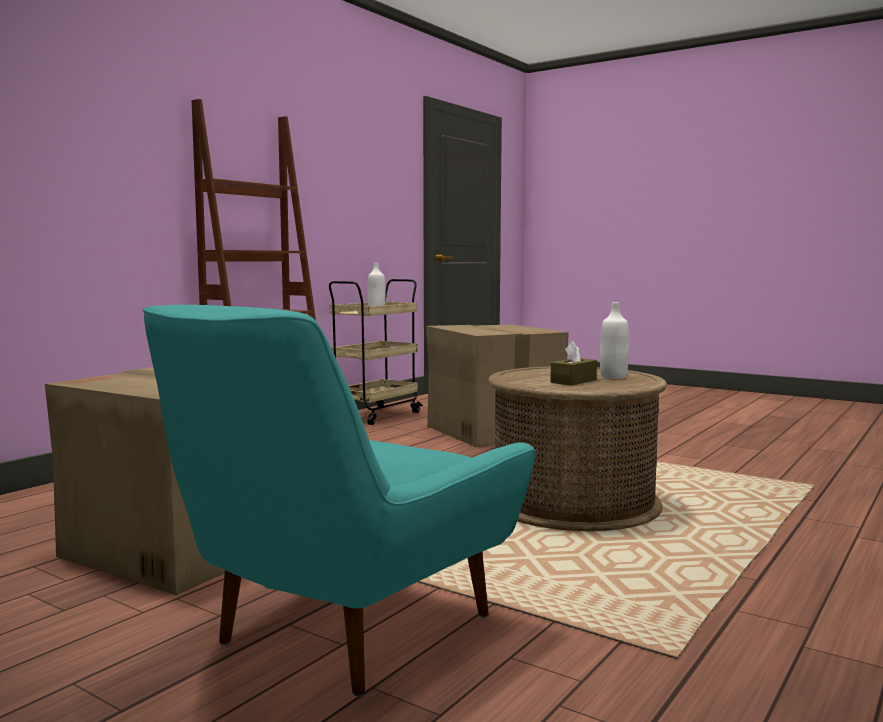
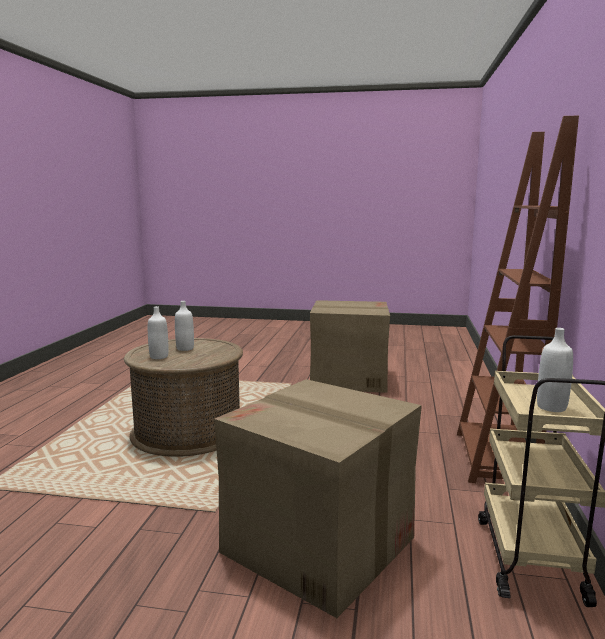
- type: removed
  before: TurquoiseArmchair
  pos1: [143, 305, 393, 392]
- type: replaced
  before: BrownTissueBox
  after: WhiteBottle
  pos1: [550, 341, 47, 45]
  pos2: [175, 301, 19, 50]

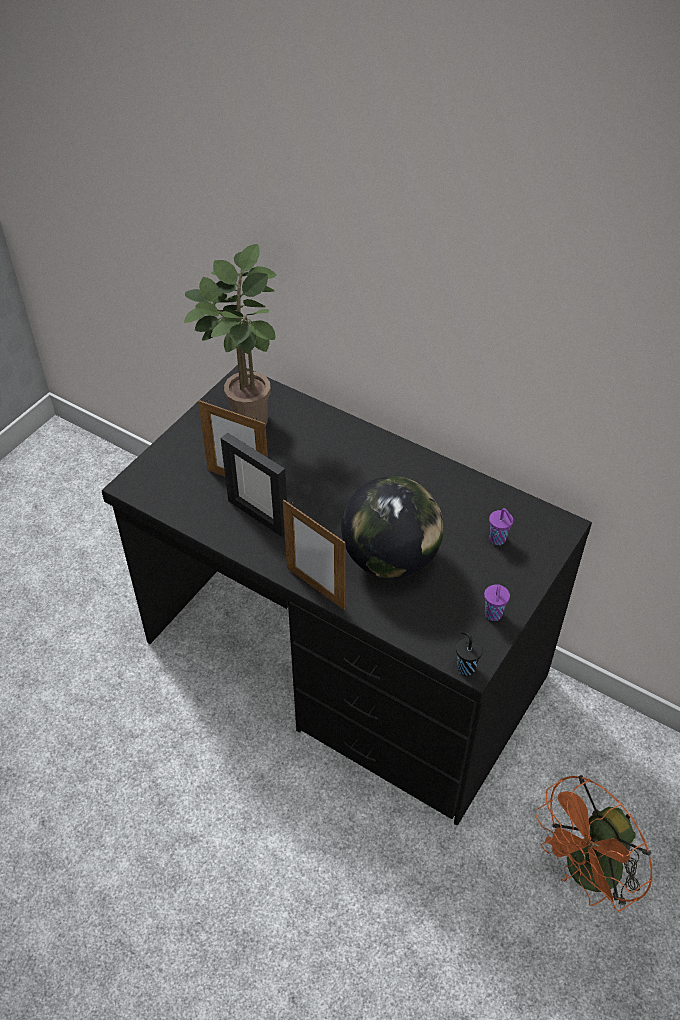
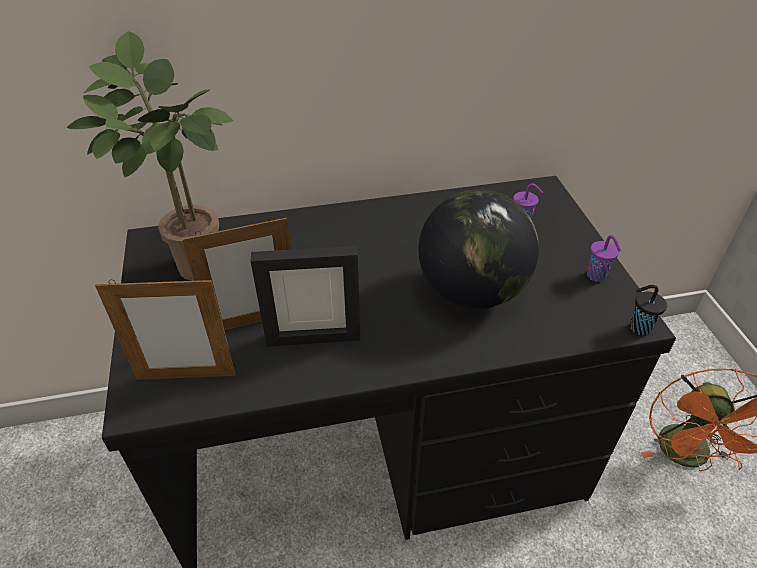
- type: moved
  before: PictureFrame
  pos1: [283, 499, 62, 111]
  pos2: [95, 277, 141, 103]

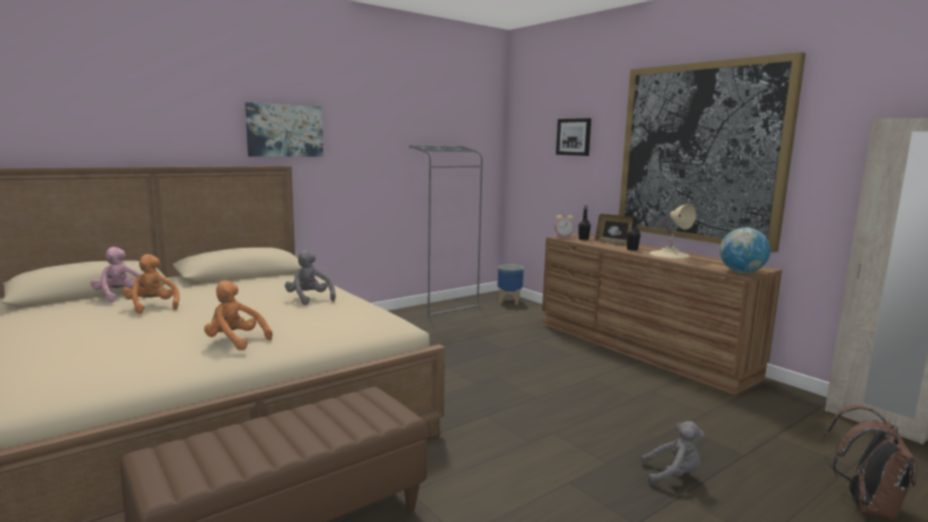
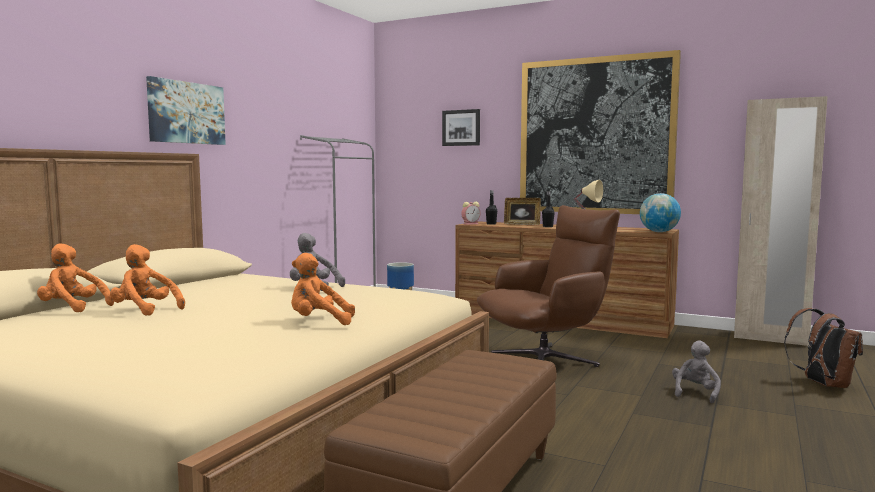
- type: recoloured
  before: PinkPlushToy
  after: OrangePlushToy
  pos1: [91, 247, 55, 55]
  pos2: [37, 243, 77, 69]
- type: turned
  before: GreyPlushToy
  pos1: [641, 421, 63, 64]
  pos2: [672, 340, 49, 63]
  turn: -45
- type: added
  after: BrownArmchair
  pos2: [477, 205, 143, 162]

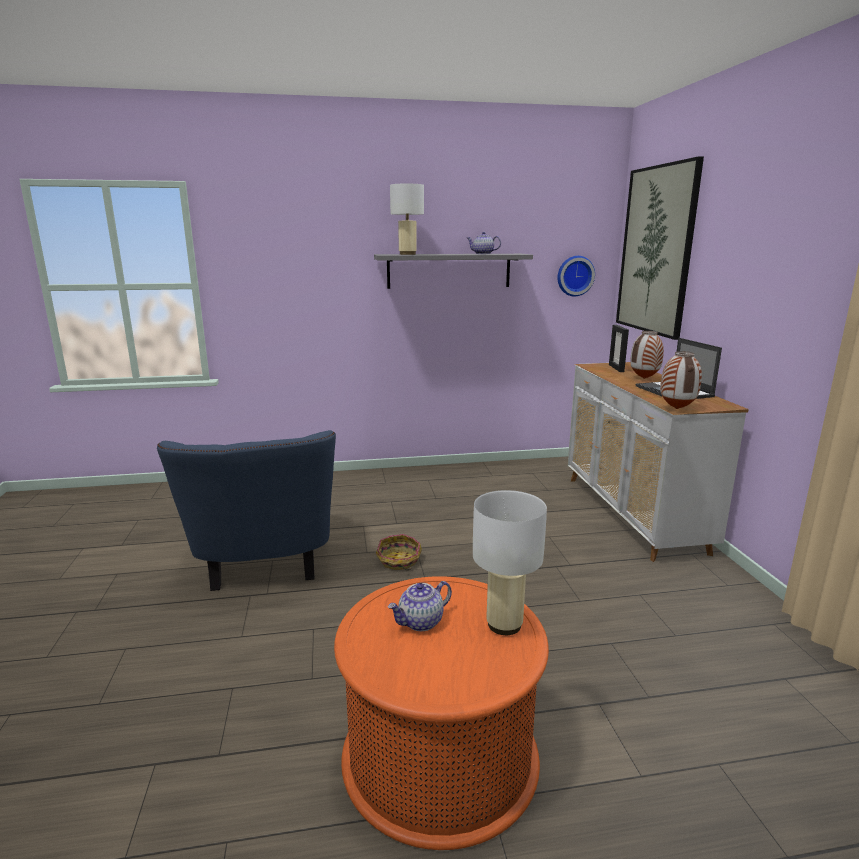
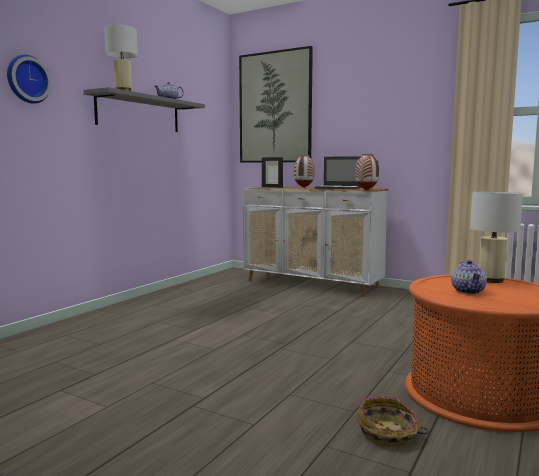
- type: removed
  before: BlueArmchair
  pos1: [157, 430, 179, 161]
- type: moved
  before: Basket
  pos1: [375, 534, 47, 36]
  pos2: [357, 396, 72, 51]
- type: moved
  before: WallClock
  pos1: [558, 256, 37, 40]
  pos2: [7, 55, 44, 49]

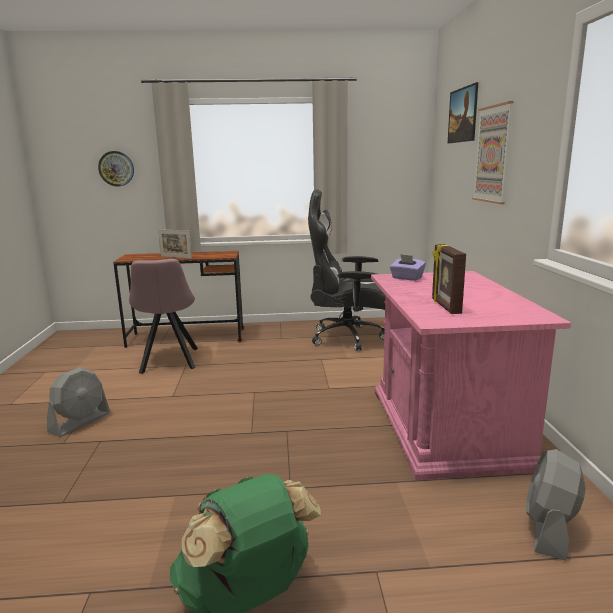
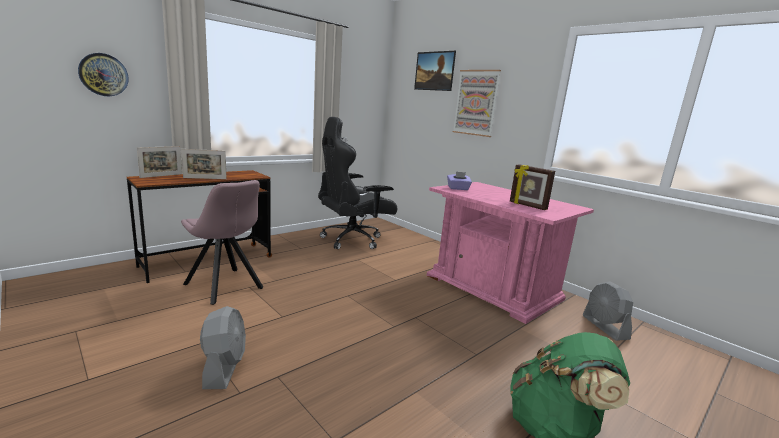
- type: added
  after: PictureFrame
  pos2: [137, 146, 45, 32]

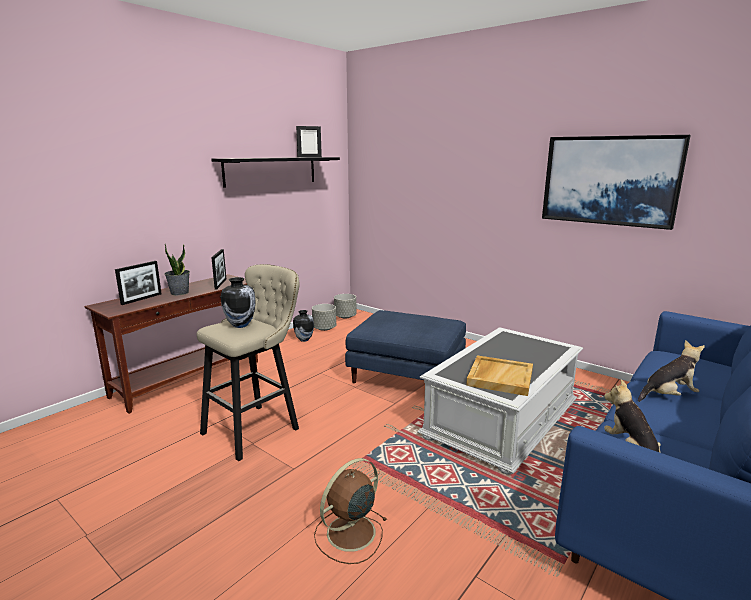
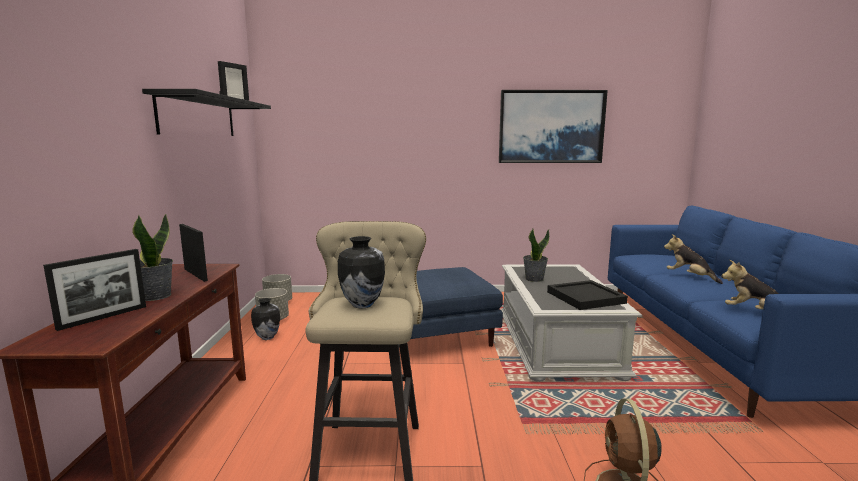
- type: turned
  before: PictureFrame
  pos1: [115, 261, 47, 44]
  pos2: [43, 249, 103, 82]
  turn: 45
- type: recoloured
  before: BeigeTray
  after: BlackTray
  pos1: [466, 355, 67, 41]
  pos2: [547, 280, 81, 30]
- type: turned
  before: PlushToy
  pos1: [638, 340, 67, 62]
  pos2: [664, 234, 59, 50]
  turn: -75
- type: added
  after: PottedPlant
  pos2: [523, 229, 26, 53]

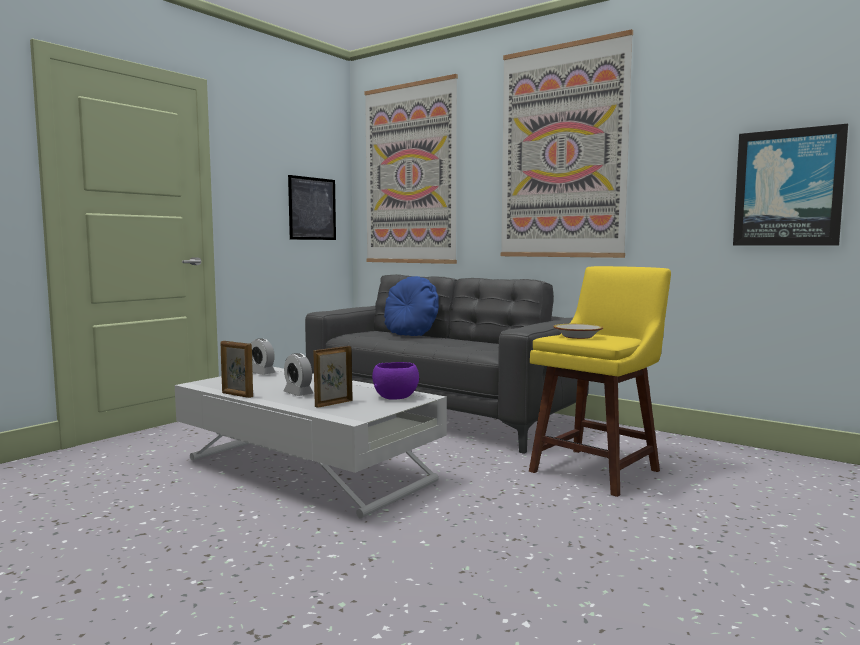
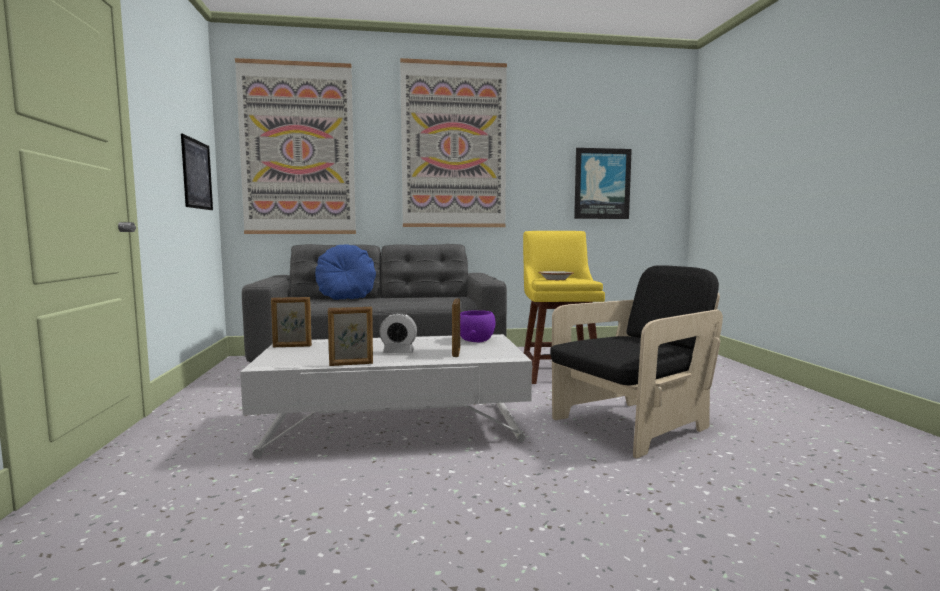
- type: replaced
  before: AlarmClock
  after: PictureFrame
  pos1: [250, 338, 25, 37]
  pos2: [271, 297, 41, 50]
- type: added
  after: BlackArmchair
  pos2: [550, 265, 173, 194]

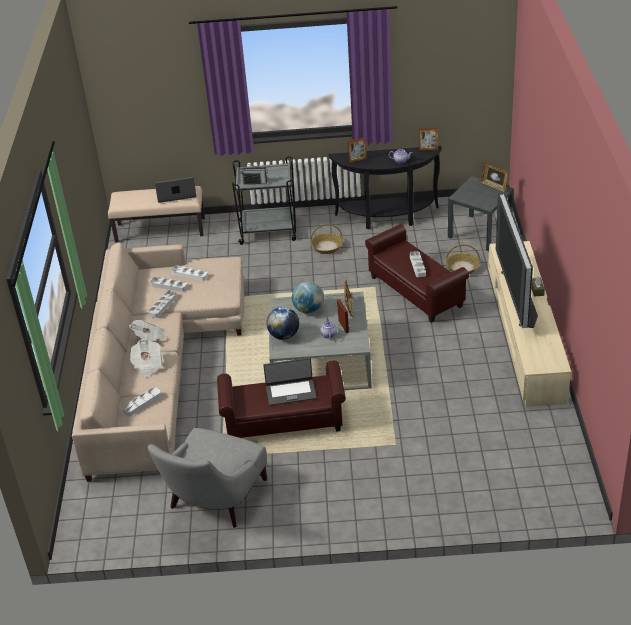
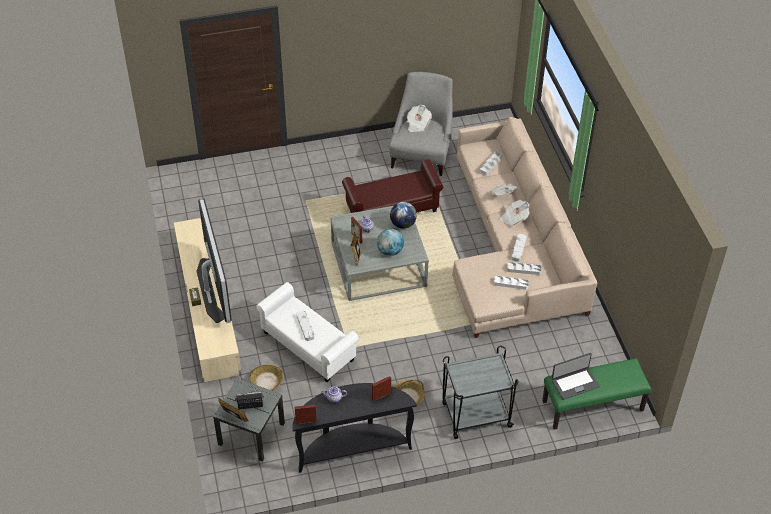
- type: recoloured
  before: BeigeBench
  after: GreenBench
  pos1: [108, 186, 97, 57]
  pos2: [542, 359, 109, 71]
- type: moved
  before: Radio
  pos1: [240, 163, 28, 22]
  pos2: [235, 389, 29, 20]
- type: removed
  before: Laptop
  pos1: [263, 358, 53, 48]
- type: recoloured
  before: BrownOttoman
  after: WhiteOttoman
  pos1: [365, 224, 104, 99]
  pos2: [256, 282, 103, 100]
- type: added
  after: Newspaper
  pos2: [407, 105, 25, 27]

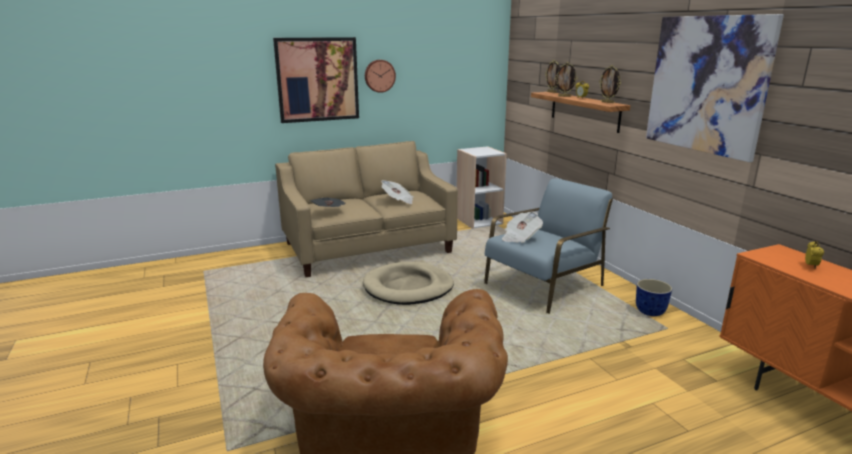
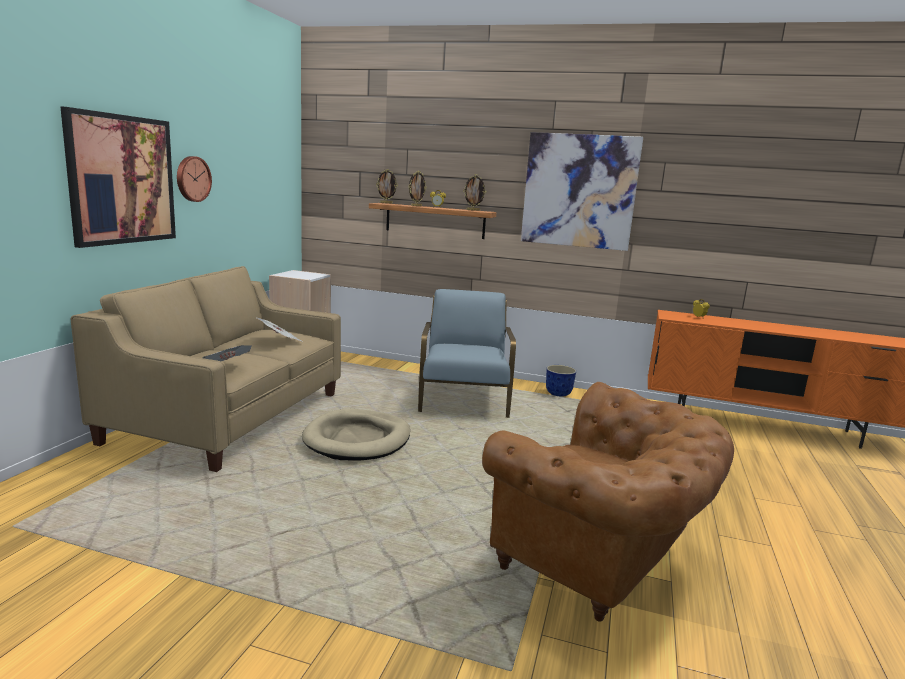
- type: removed
  before: Newspaper
  pos1: [502, 212, 41, 31]

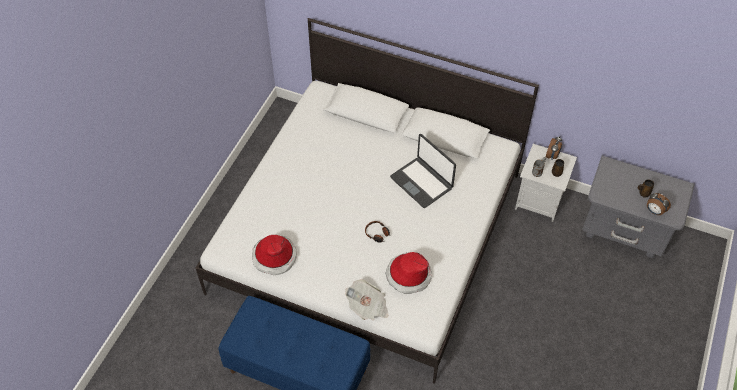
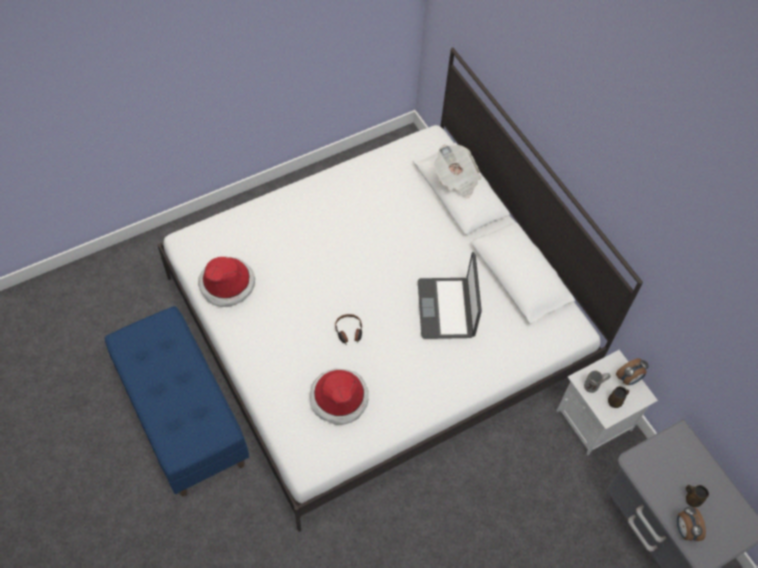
- type: moved
  before: Newspaper
  pos1: [345, 279, 44, 41]
  pos2: [434, 145, 48, 53]

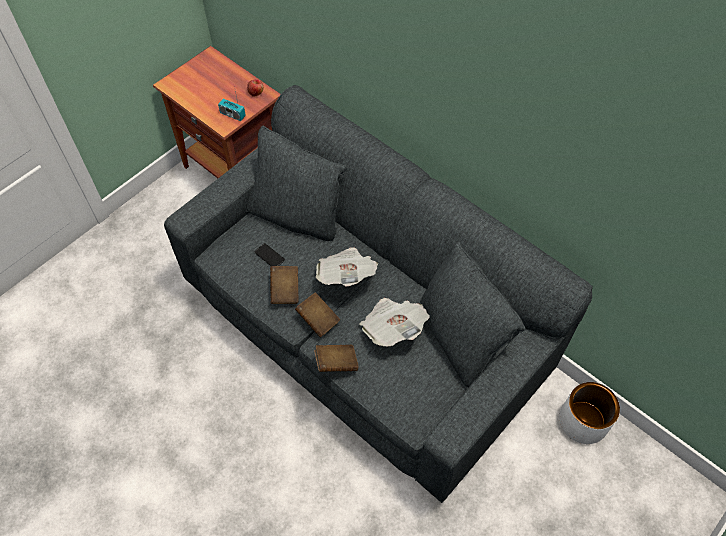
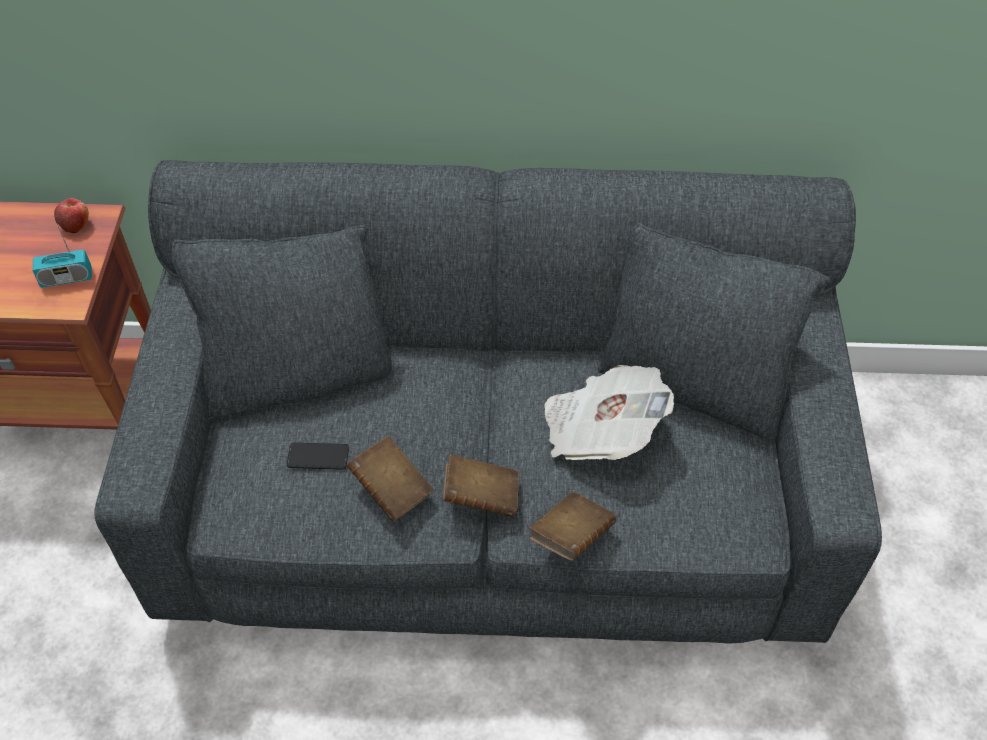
- type: removed
  before: Newspaper
  pos1: [316, 247, 62, 40]
- type: removed
  before: WhitePlanter
  pos1: [559, 382, 61, 62]

